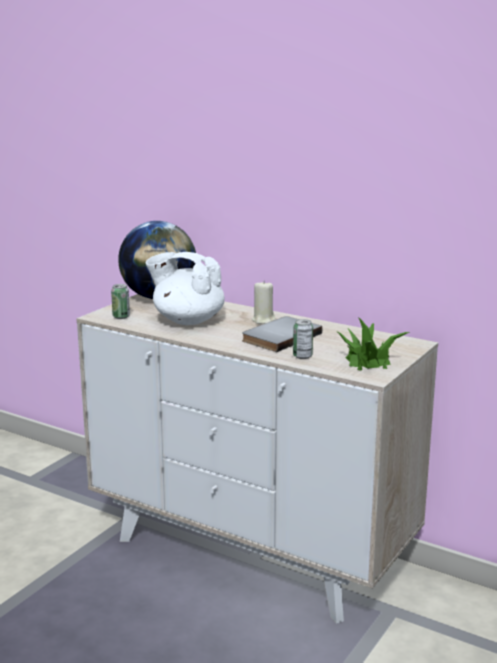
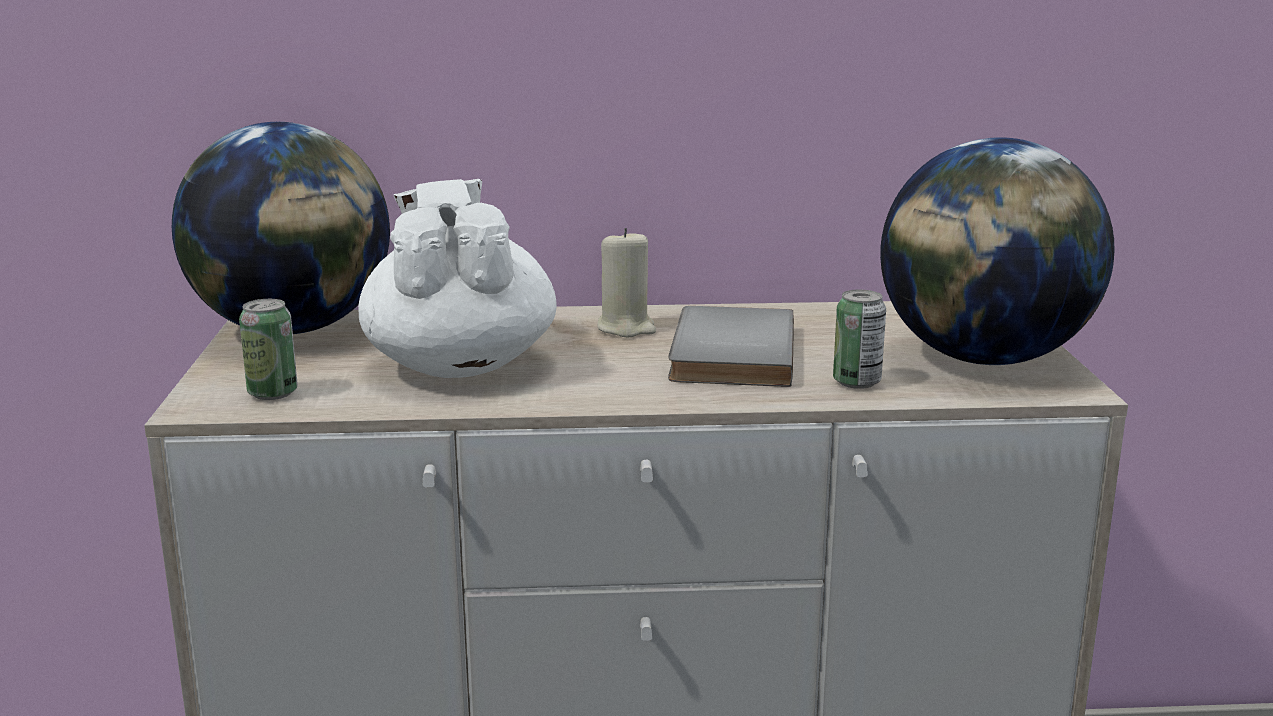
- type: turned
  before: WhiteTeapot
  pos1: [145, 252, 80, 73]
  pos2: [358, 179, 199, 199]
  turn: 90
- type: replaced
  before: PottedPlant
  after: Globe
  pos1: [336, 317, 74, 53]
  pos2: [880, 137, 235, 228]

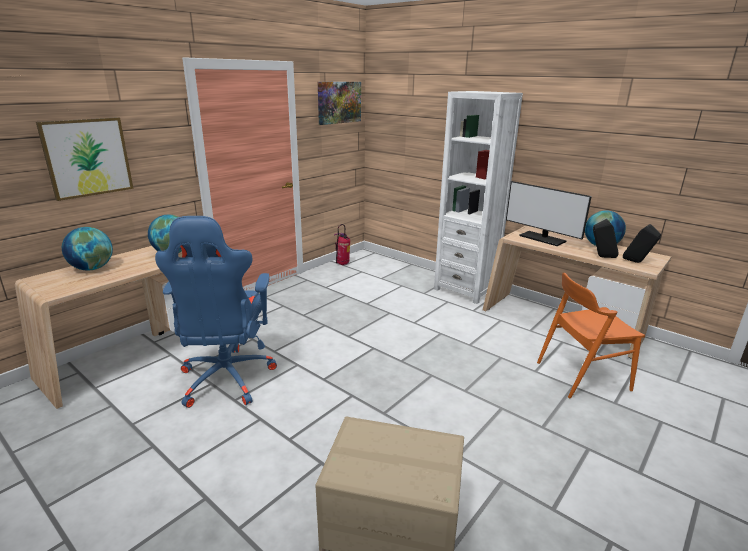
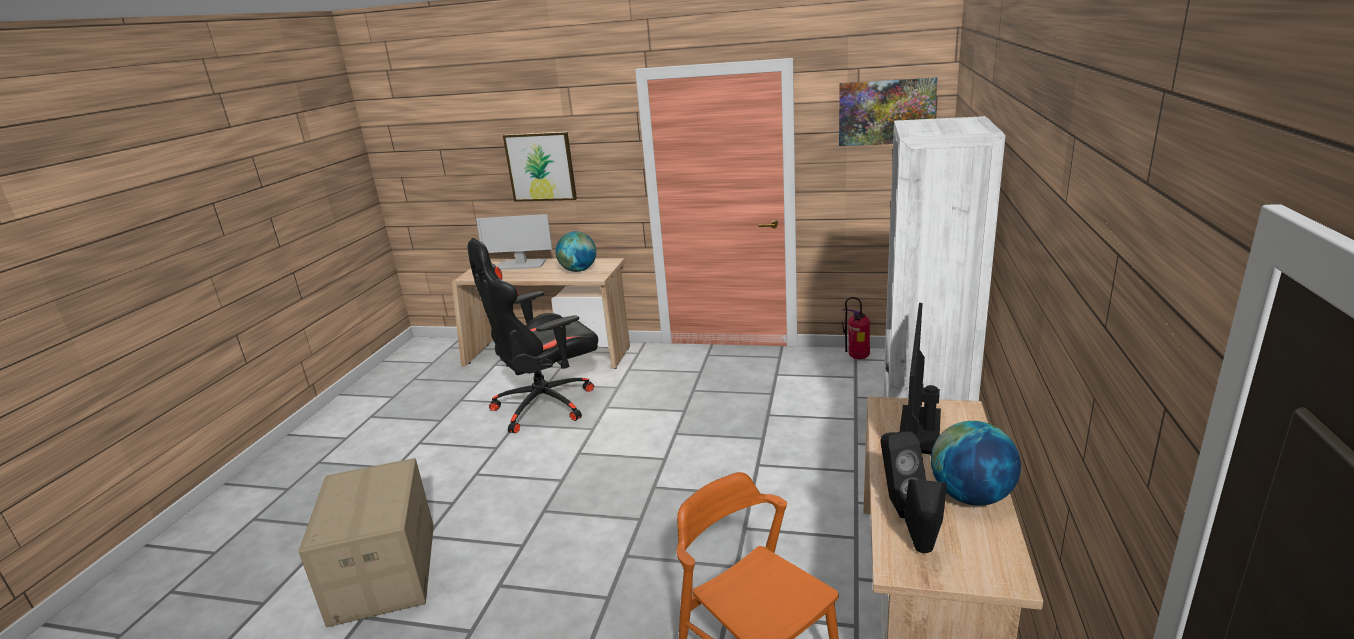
- type: replaced
  before: Globe
  after: Monitor
  pos1: [62, 227, 51, 43]
  pos2: [476, 214, 76, 56]
- type: recoloured
  before: BlueOfficeChair
  after: BlackOfficeChair
  pos1: [155, 216, 122, 192]
  pos2: [468, 238, 130, 195]

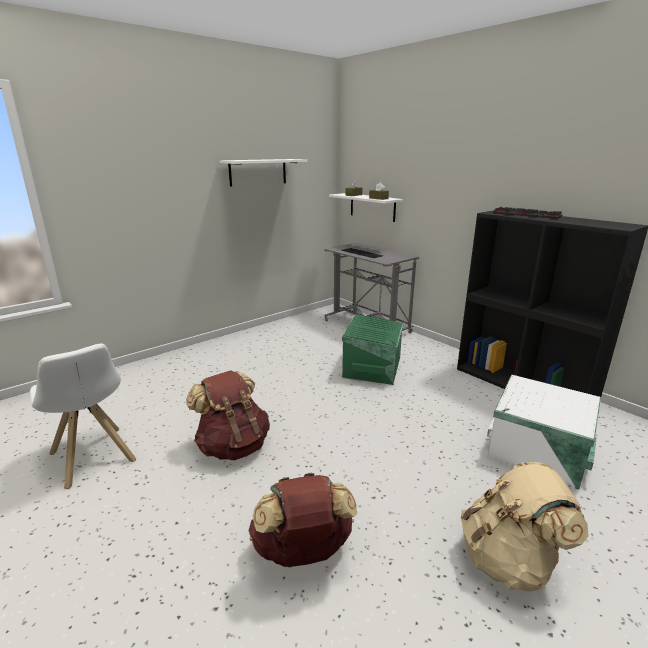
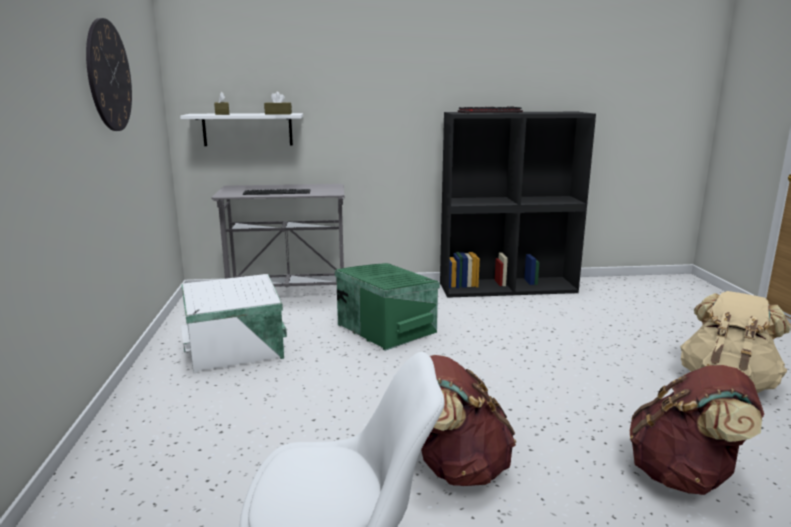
- type: replaced
  before: WhiteShelf
  after: WallClock
  pos1: [220, 159, 87, 28]
  pos2: [86, 18, 46, 113]
- type: moved
  before: WhiteStorageBox
  pos1: [487, 375, 114, 115]
  pos2: [181, 274, 106, 99]

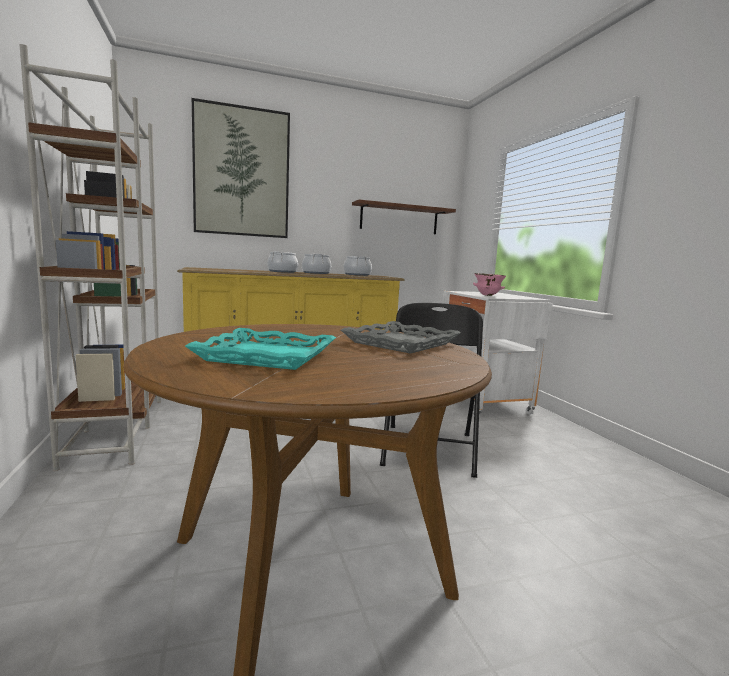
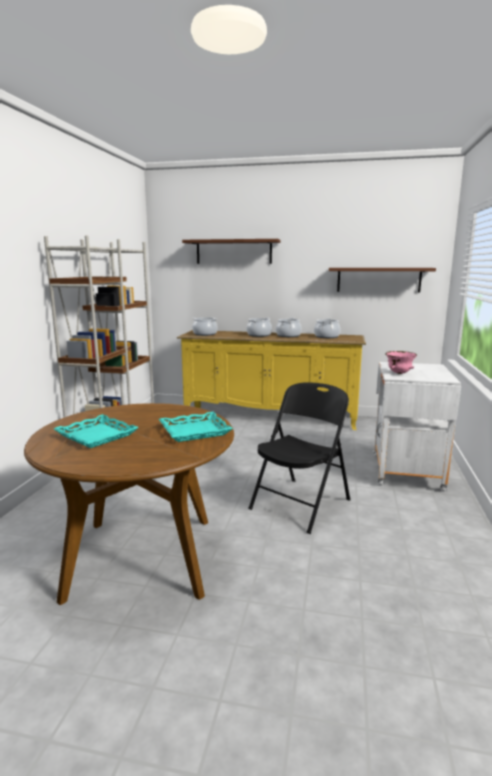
- type: replaced
  before: Picture
  after: BrownShelf
  pos1: [192, 98, 98, 140]
  pos2: [182, 239, 99, 25]
- type: recoloured
  before: GreyTray
  after: TurquoiseTray
  pos1: [341, 321, 120, 33]
  pos2: [159, 412, 74, 30]
- type: added
  after: CookingPot
  pos2: [192, 317, 26, 19]

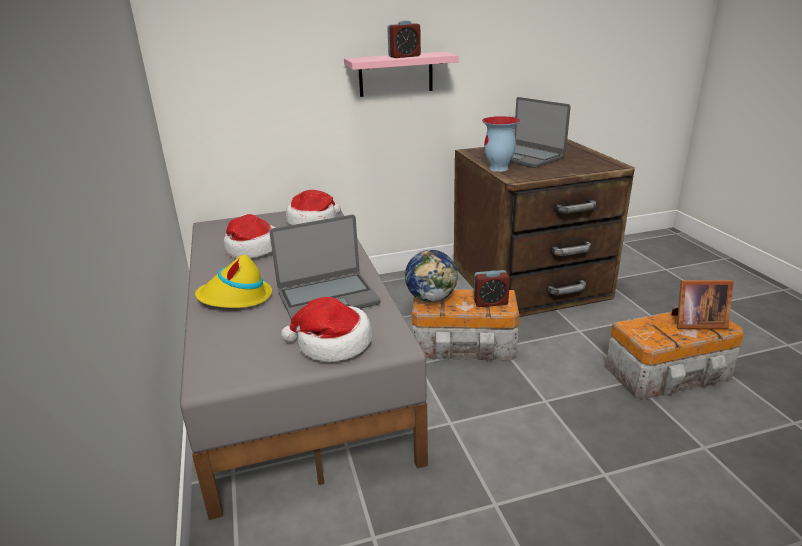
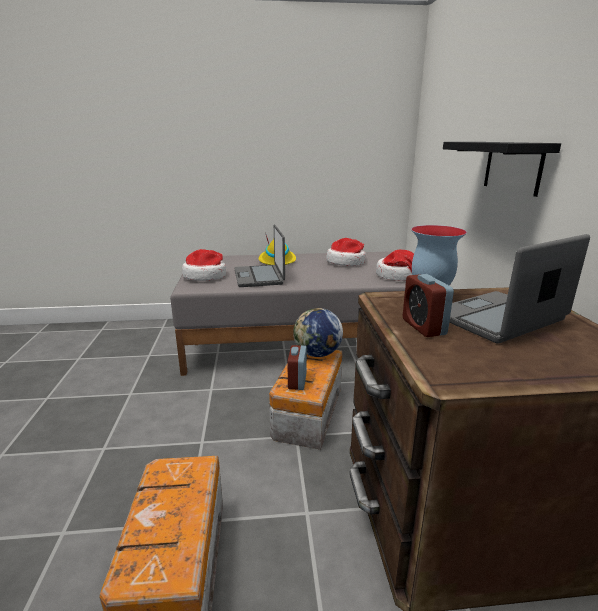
- type: recoloured
  before: PinkShelf
  after: BlackShelf
  pos1: [344, 52, 115, 45]
  pos2: [443, 142, 118, 55]
- type: moved
  before: AlarmClock
  pos1: [387, 20, 34, 38]
  pos2: [403, 274, 51, 63]
- type: removed
  before: PictureFrame
  pos1: [672, 280, 61, 49]

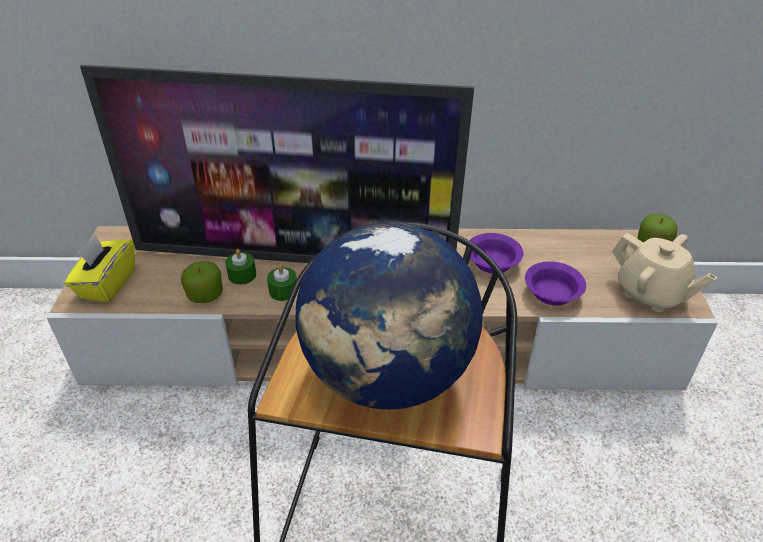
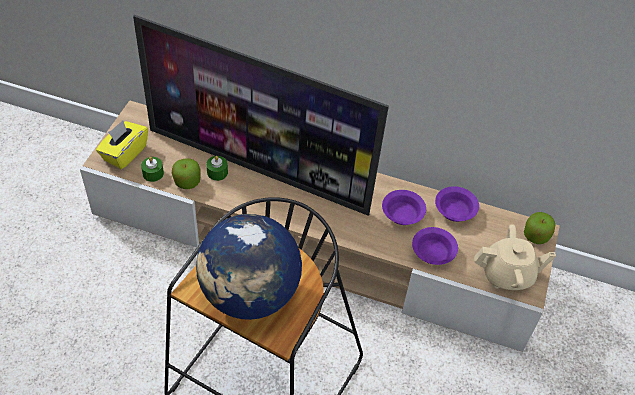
- type: moved
  before: GreenCandle
  pos1: [267, 264, 31, 37]
  pos2: [141, 157, 23, 25]
- type: turned
  before: BeigeTeapot
  pos1: [612, 233, 105, 80]
  pos2: [474, 224, 82, 66]
  turn: -60
- type: added
  after: PurpleBowl
  pos2: [435, 186, 44, 36]

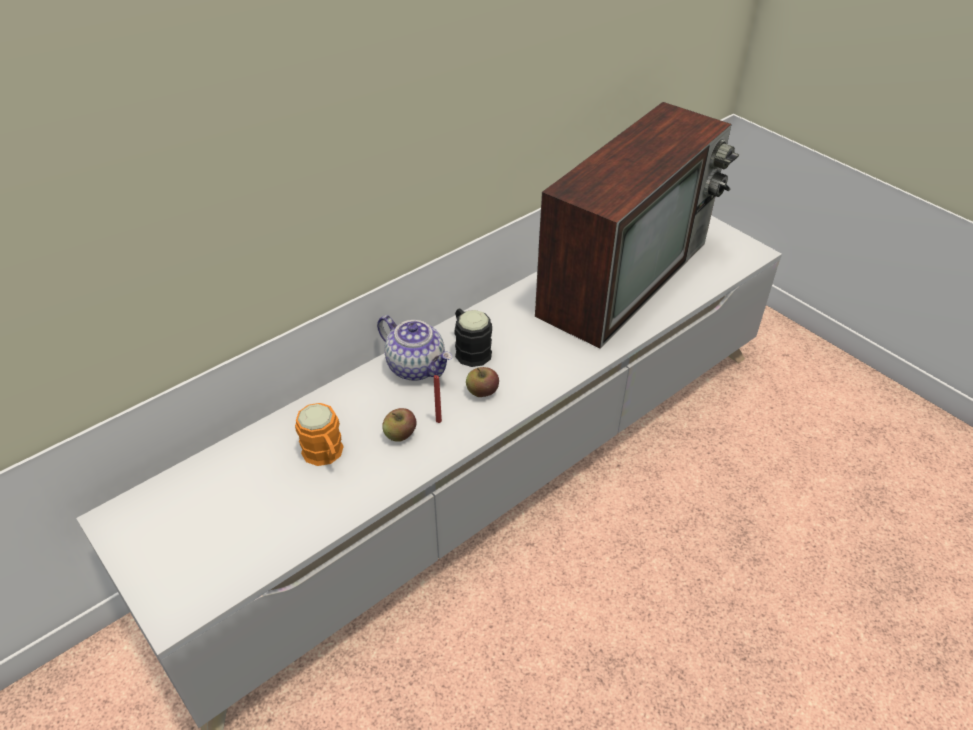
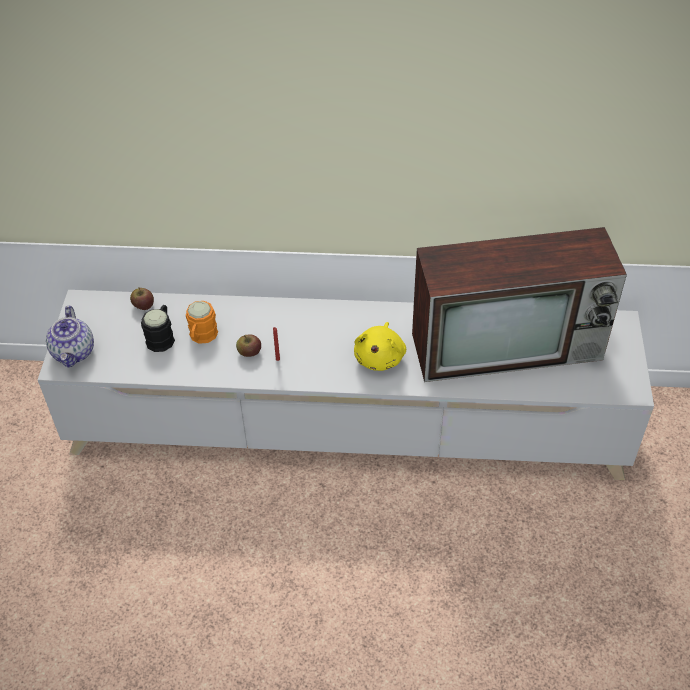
- type: moved
  before: Teapot
  pos1: [377, 315, 75, 66]
  pos2: [46, 306, 48, 62]
- type: moved
  before: BlackMug
  pos1: [454, 309, 38, 58]
  pos2: [141, 305, 34, 47]
- type: moved
  before: Apple
  pos1: [466, 367, 33, 30]
  pos2: [130, 287, 24, 23]
- type: added
  after: YellowPlushToy
  pos2: [354, 322, 52, 49]

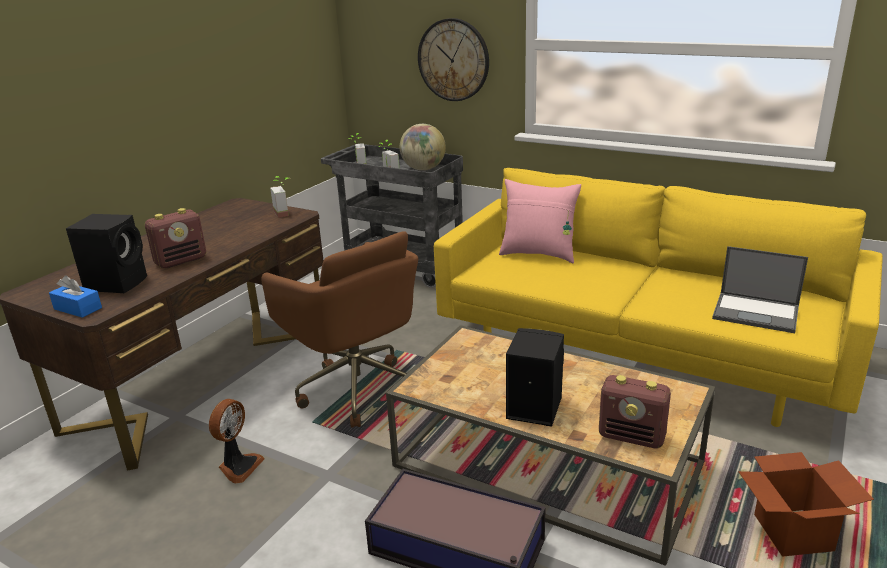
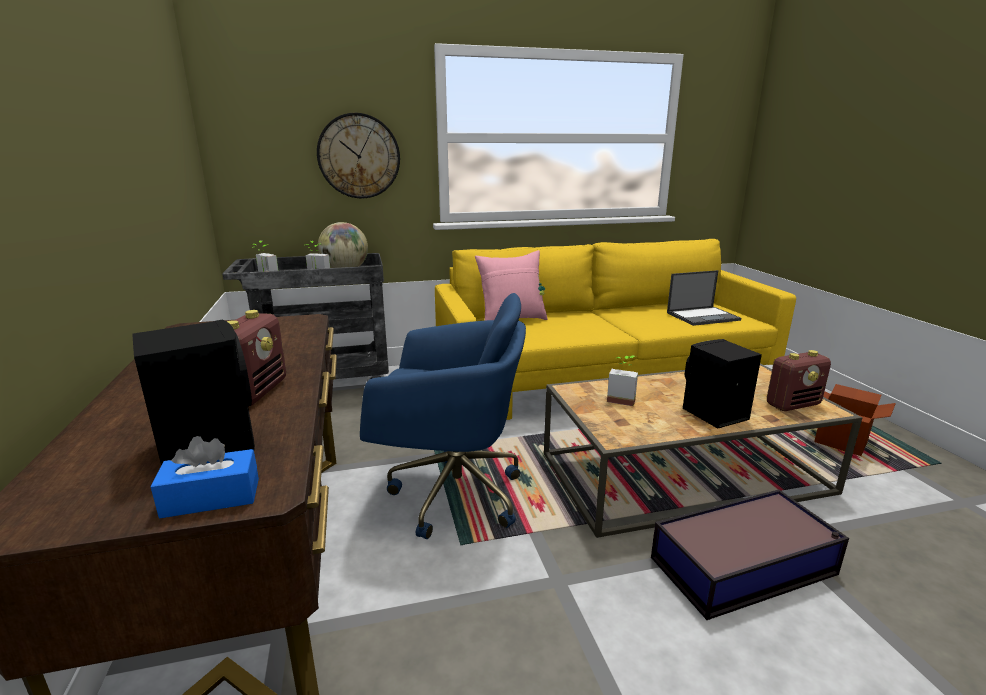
- type: removed
  before: Fan
  pos1: [209, 399, 56, 85]
- type: recoloured
  before: BrownOfficeChair
  after: BlueOfficeChair
  pos1: [261, 232, 157, 196]
  pos2: [360, 293, 166, 246]
- type: moved
  before: PottedPlant
  pos1: [270, 176, 19, 42]
  pos2: [607, 356, 31, 50]

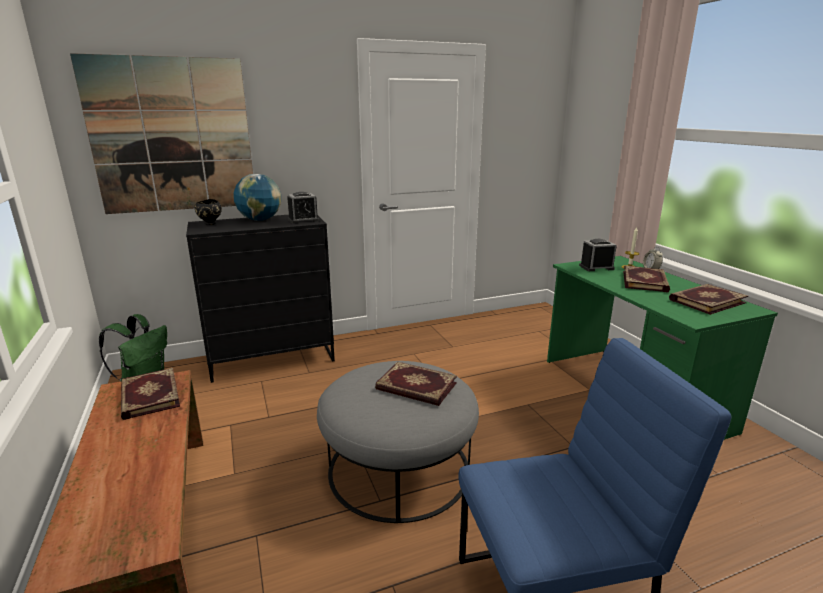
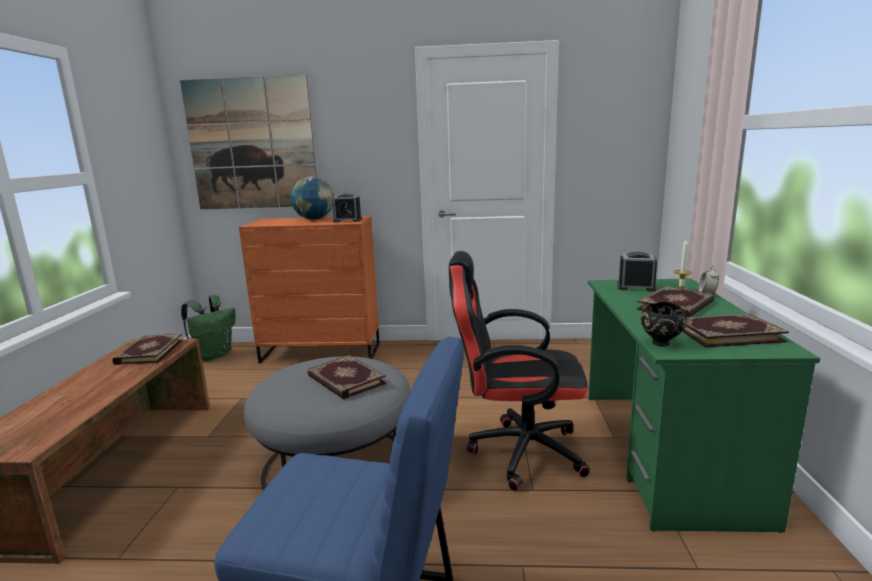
- type: recoloured
  before: BlackDresser
  after: OrangeDresser
  pos1: [186, 215, 149, 168]
  pos2: [239, 216, 141, 147]
- type: moved
  before: BlackBowl
  pos1: [195, 199, 27, 26]
  pos2: [641, 302, 46, 45]
- type: added
  after: BlackOfficeChair
  pos2: [449, 251, 141, 240]

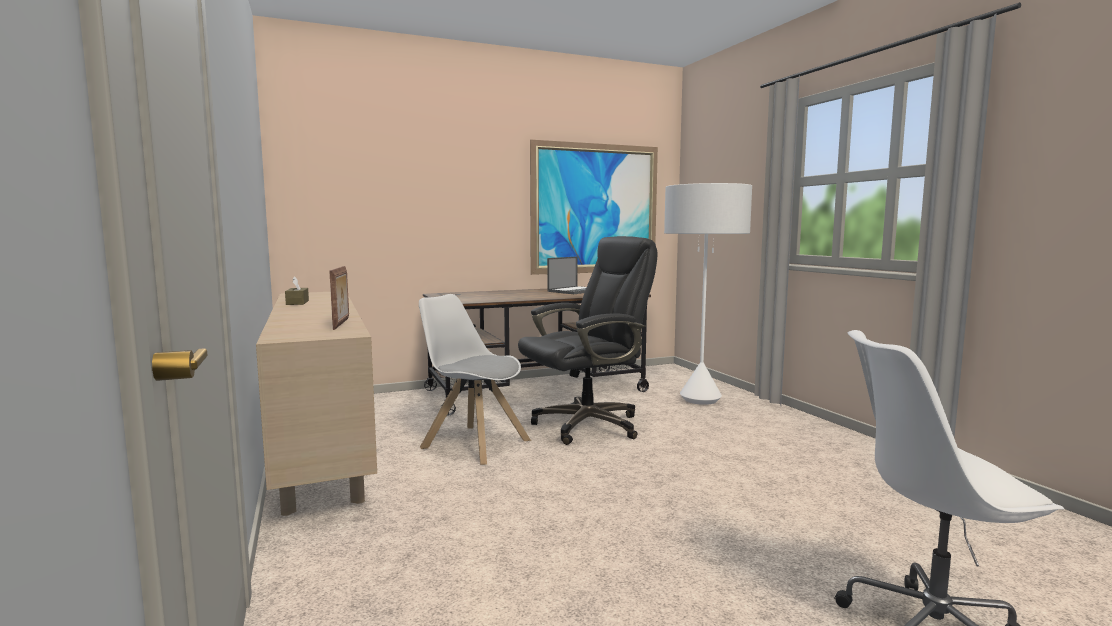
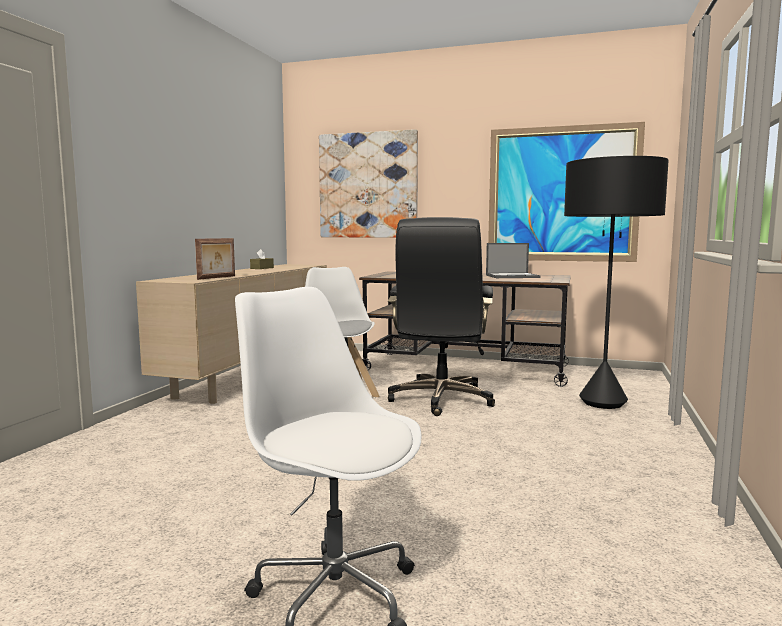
- type: turned
  before: BlackOfficeChair
  pos1: [518, 236, 139, 209]
  pos2: [388, 217, 107, 199]
  turn: 90
- type: recoloured
  before: WhiteFloorLamp
  after: BlackFloorLamp
  pos1: [664, 183, 88, 222]
  pos2: [564, 156, 105, 253]
- type: added
  after: Picture
  pos2: [319, 129, 99, 109]

